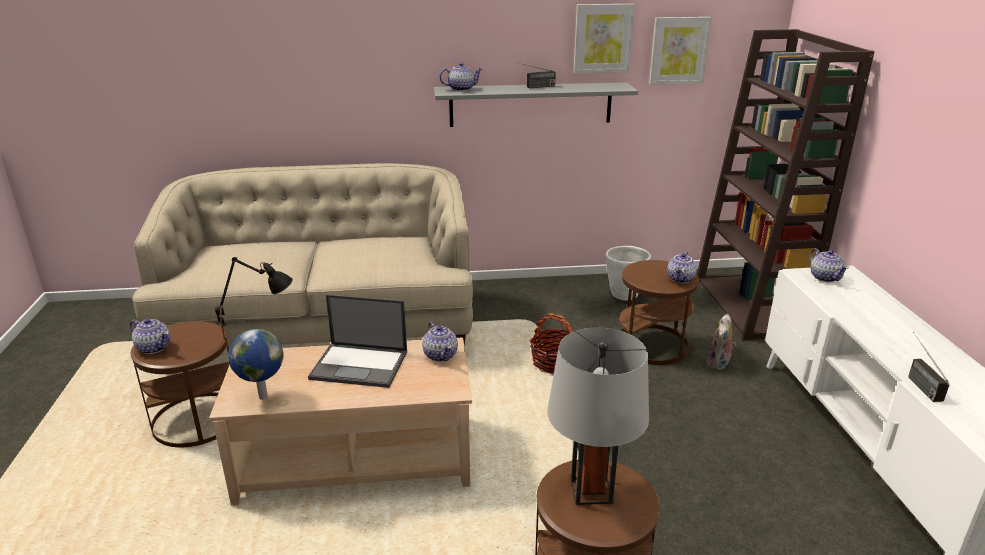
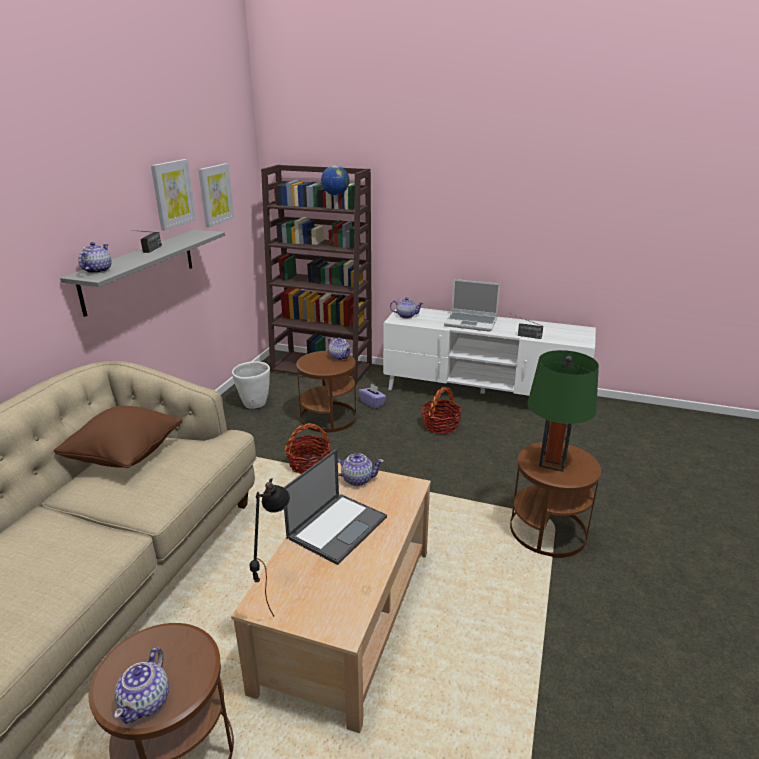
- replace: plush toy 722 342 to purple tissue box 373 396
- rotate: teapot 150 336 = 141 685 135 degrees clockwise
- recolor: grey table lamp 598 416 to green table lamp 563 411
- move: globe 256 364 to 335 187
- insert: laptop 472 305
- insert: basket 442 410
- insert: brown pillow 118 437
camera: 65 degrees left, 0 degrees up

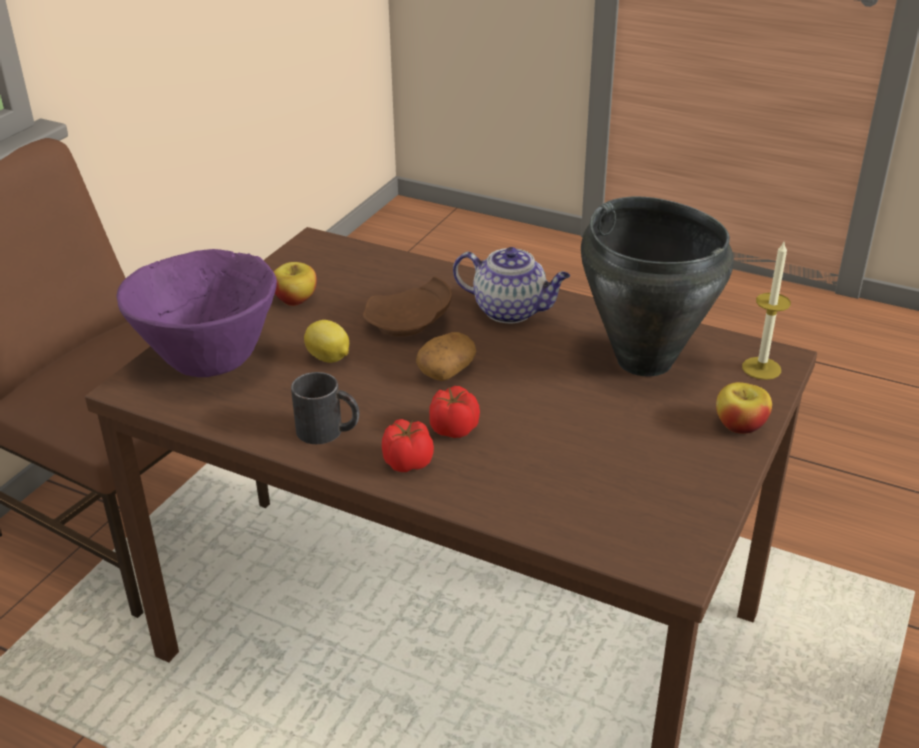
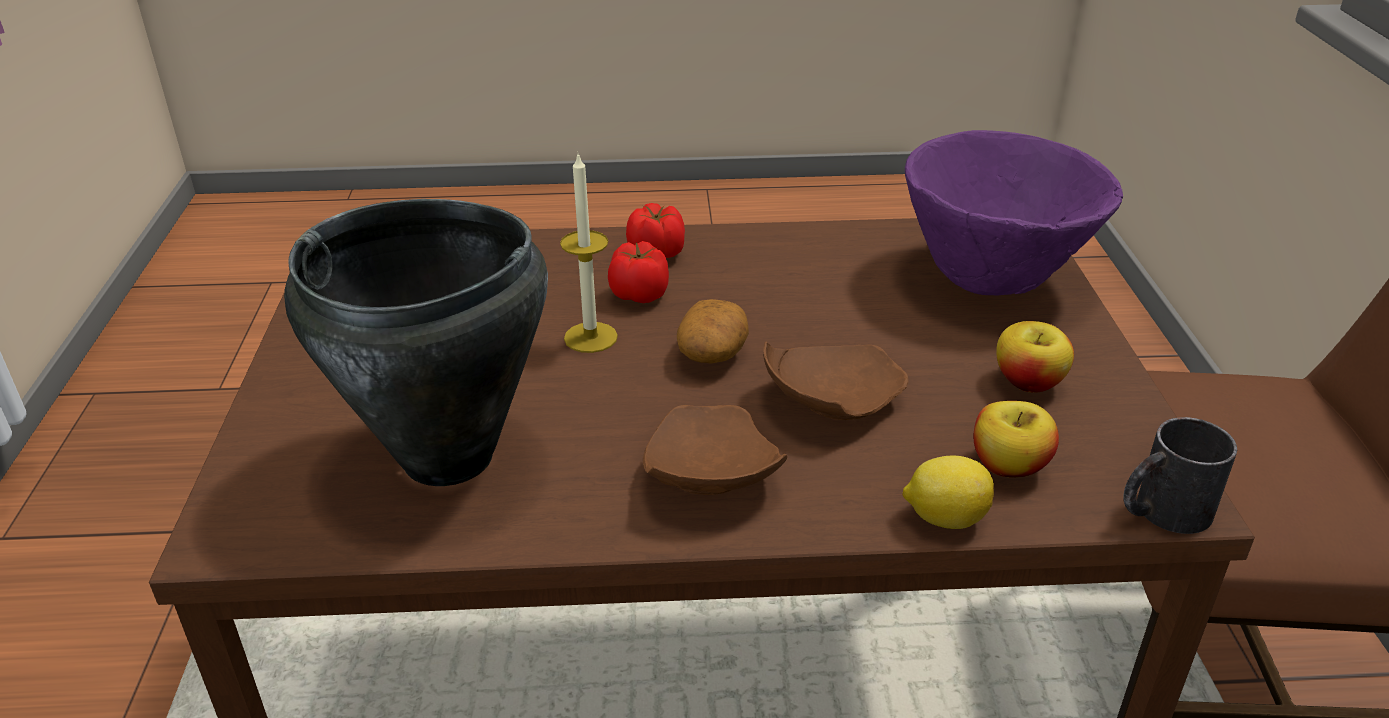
- move: candle 766 310 to 589 253
- replace: teapot 511 285 to brown plate 715 450
- move: lemon 326 341 to 948 492
- move: black mug 325 408 to 1180 475
- move: apple 744 408 to 1016 439
camera: 150 degrees right, 0 degrees up

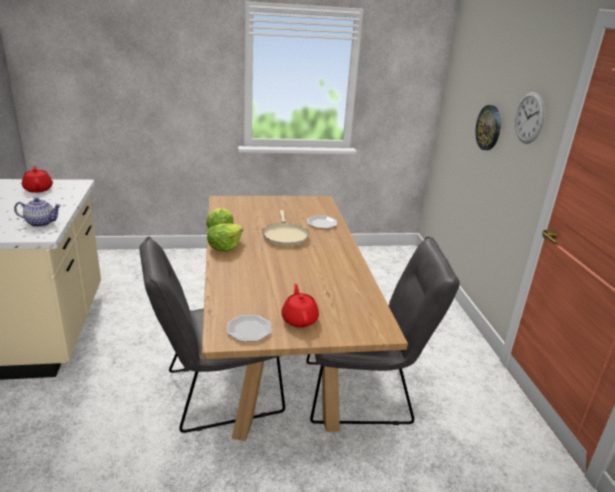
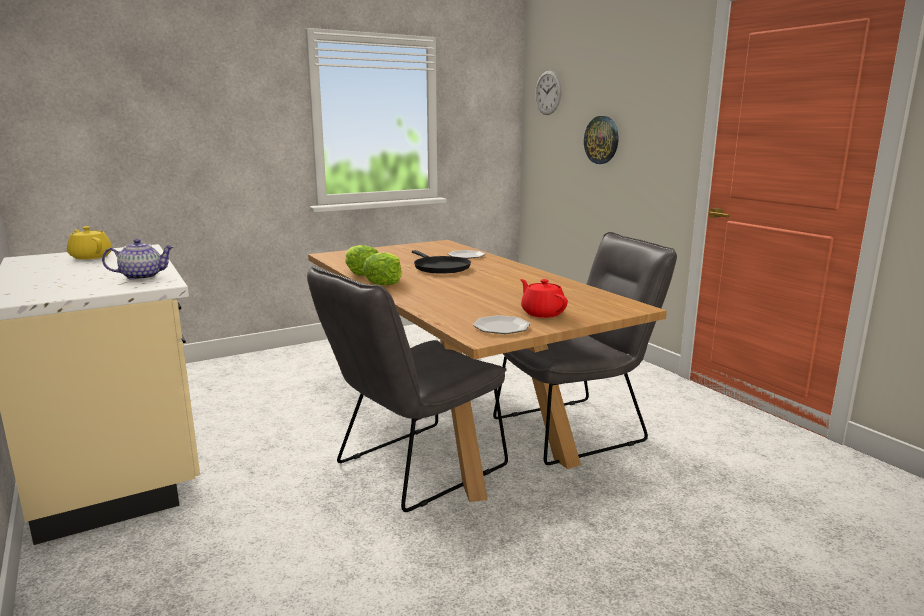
- move: wall clock 530 118 to 548 93
- recolor: red teapot 37 179 to yellow teapot 89 243
- recolor: beige frying pan 285 228 to black frying pan 441 262
camera: 20 degrees left, 10 degrees down

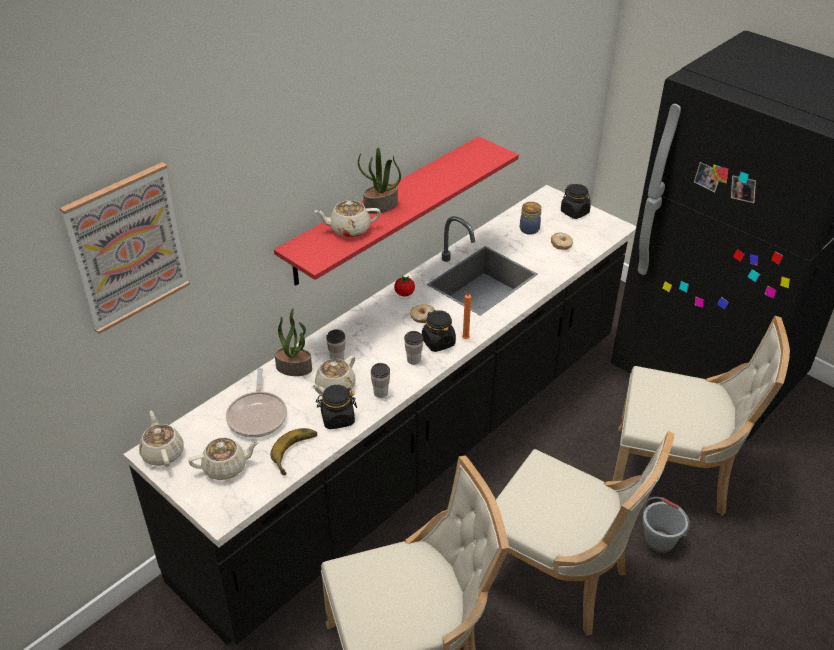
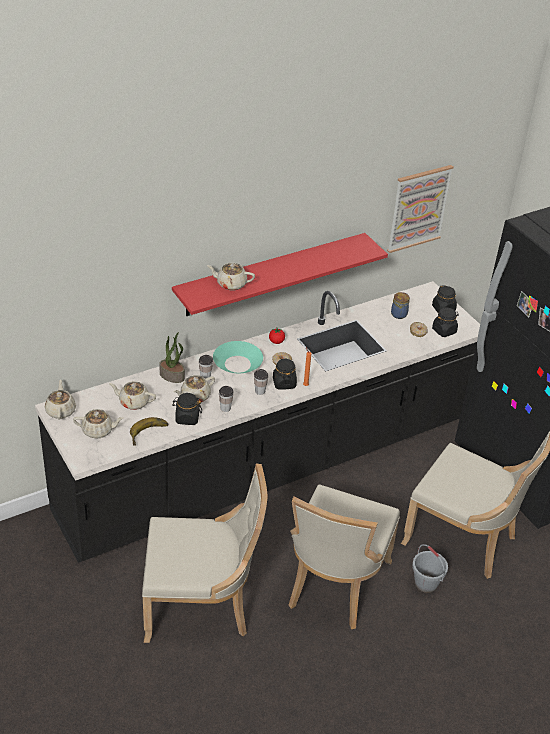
- delete: potted plant 379 180
- move: picture 125 248 to 420 209
- replace: frying pan 256 403 to beige teapot 132 395
- rotate: beige chair 585 533 = 344 556 60 degrees clockwise
- insert: black jar 445 322
- insert: turquoise bowl 238 357
camera: 15 degrees right, 0 degrees up

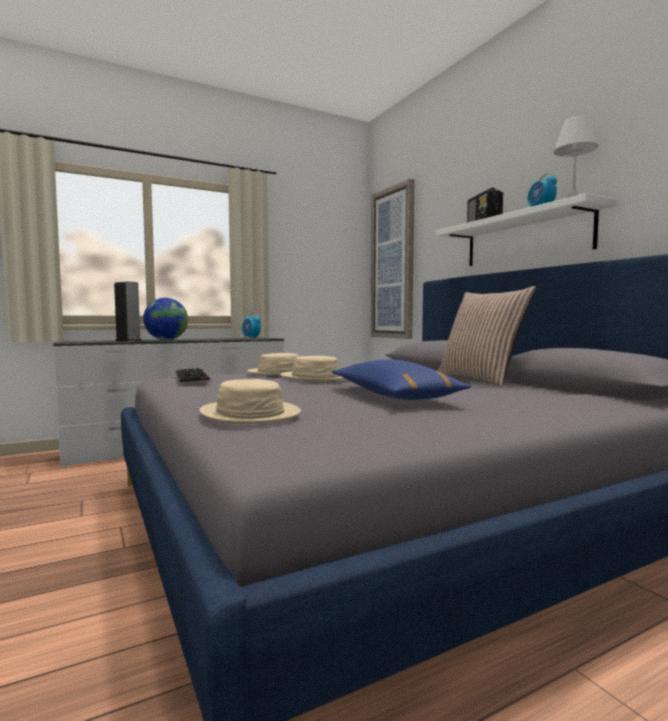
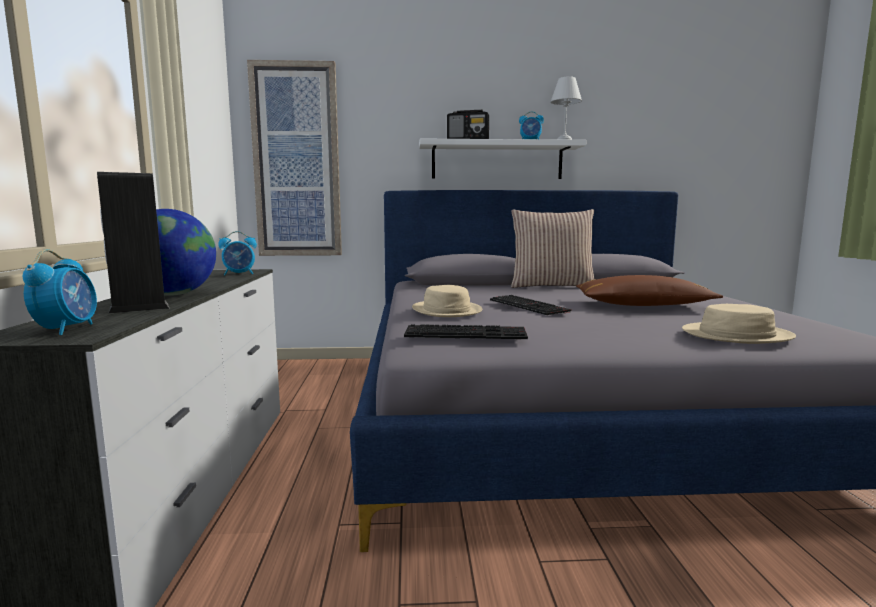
- replace: beige hat 312 368 to keyboard 530 305
- recolor: blue pillow 401 379 to brown pillow 649 290
- insert: alarm clock 60 292
camera: 65 degrees left, 5 degrees up

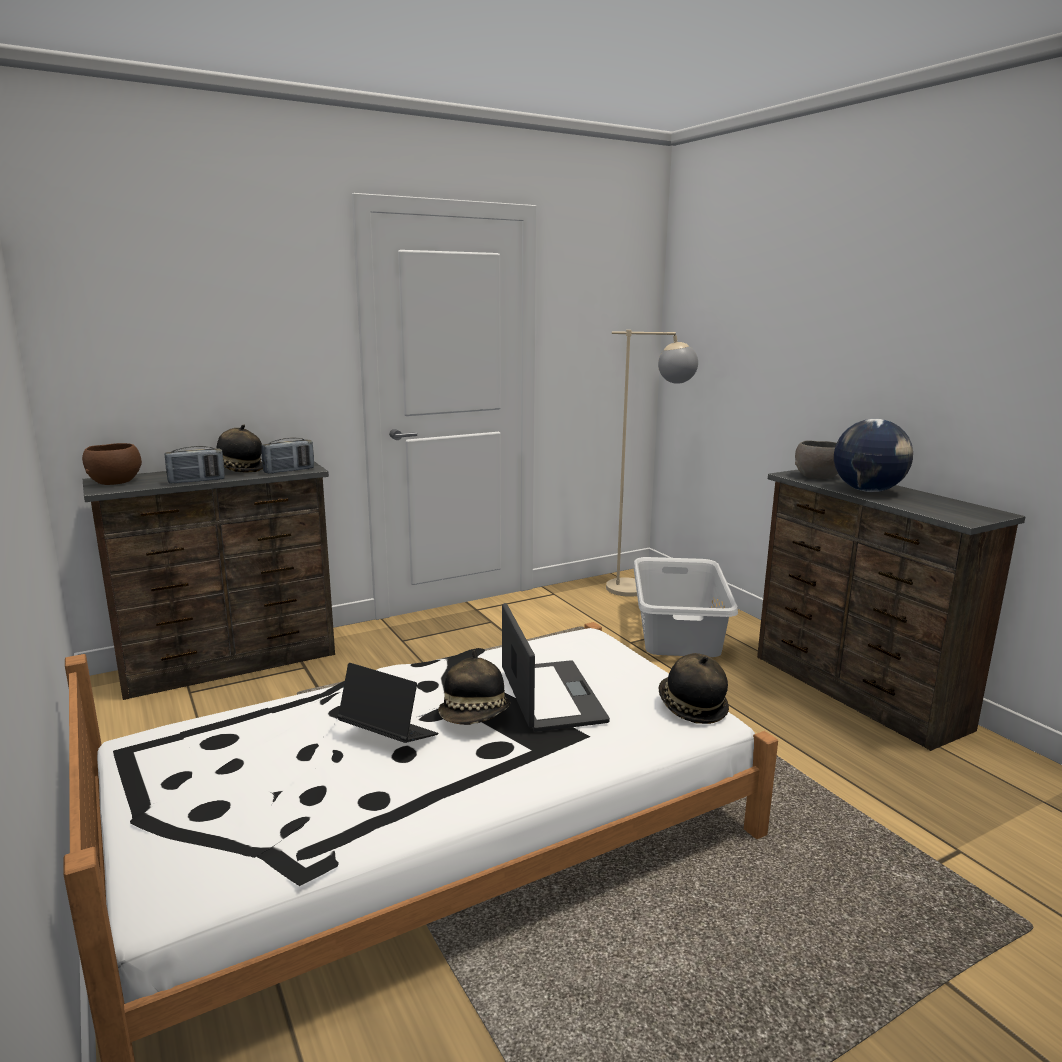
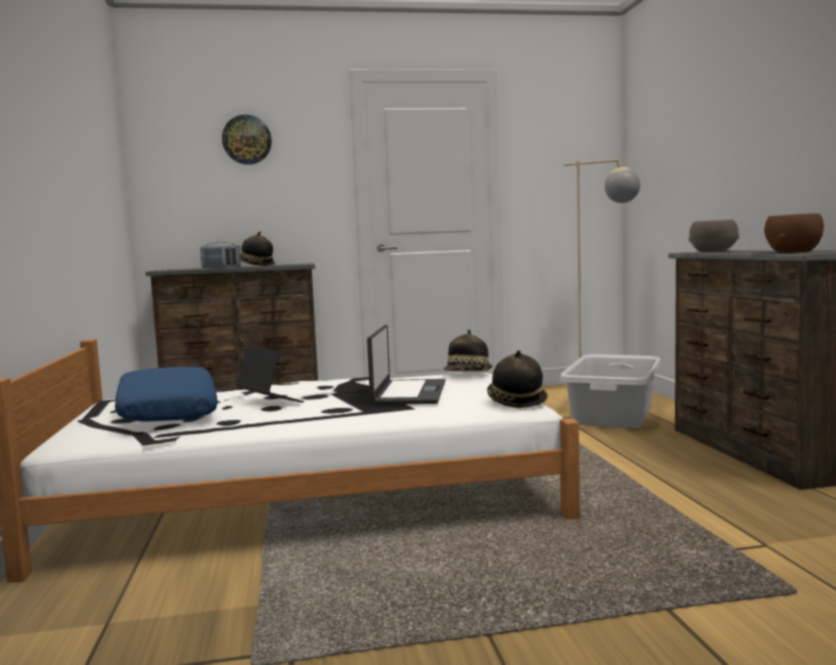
- delete: globe 873 455
- delete: radio 287 456
- move: brown bowl 112 464 to 794 232
- move: hat 474 687 to 468 350
- insert: wall clock 247 140
- insert: blue pillow 166 394
camera: 20 degrees right, 10 degrees down

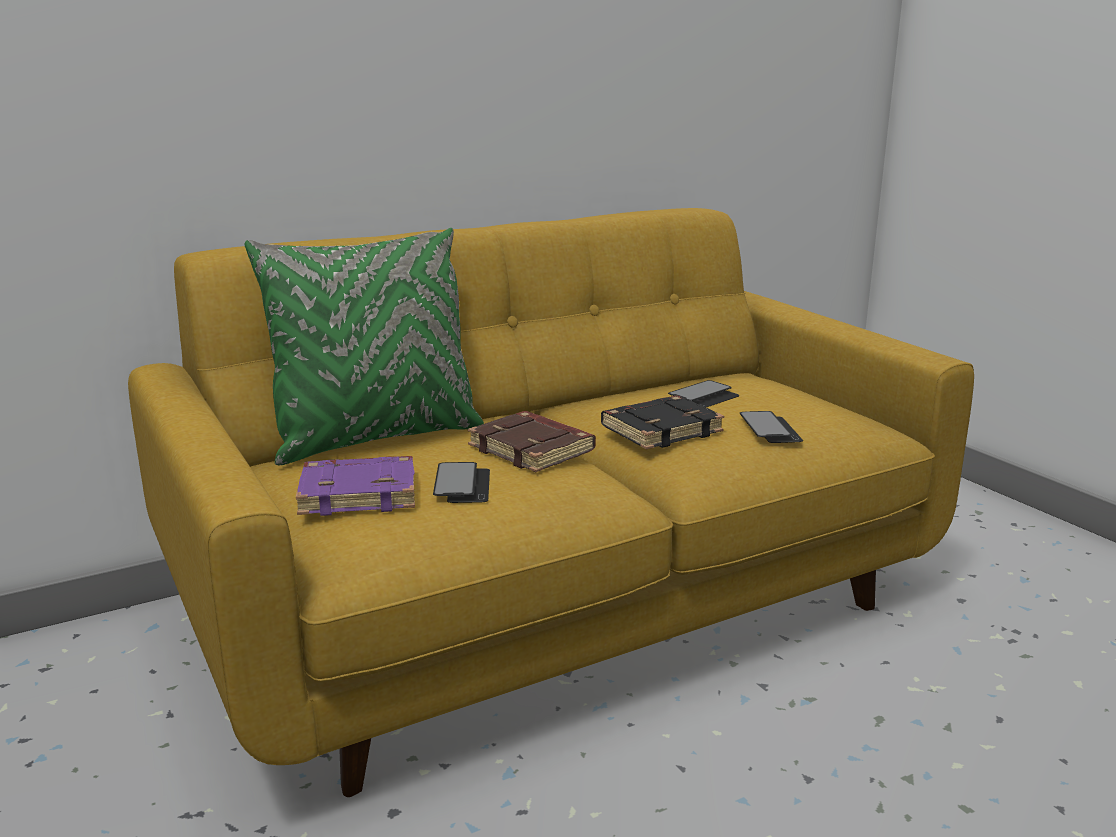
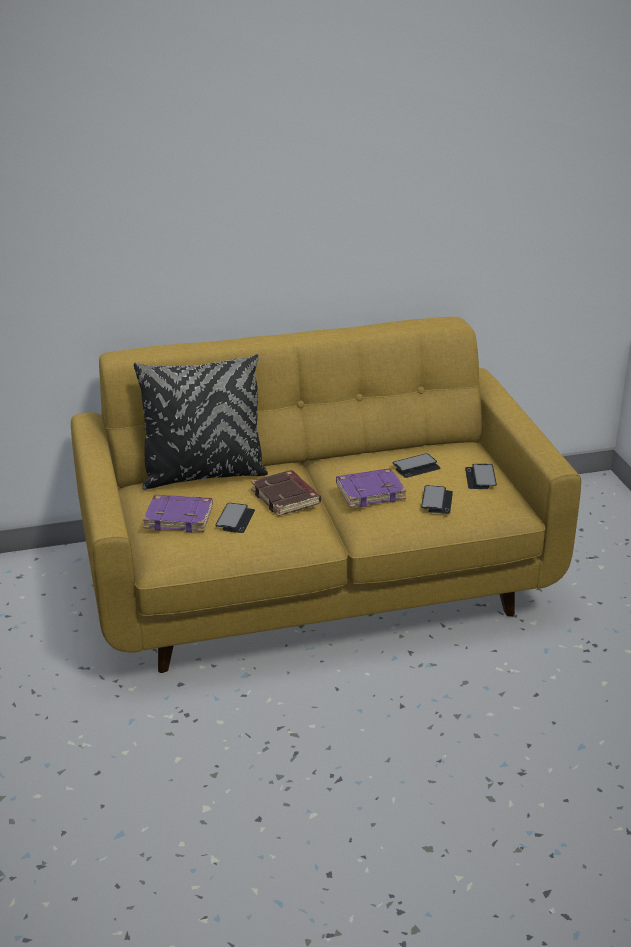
- recolor: green pillow 364 346 to black pillow 201 422
- recolor: black book 662 423 to purple book 371 488
- insert: phone 481 476
camera: 15 degrees right, 10 degrees up

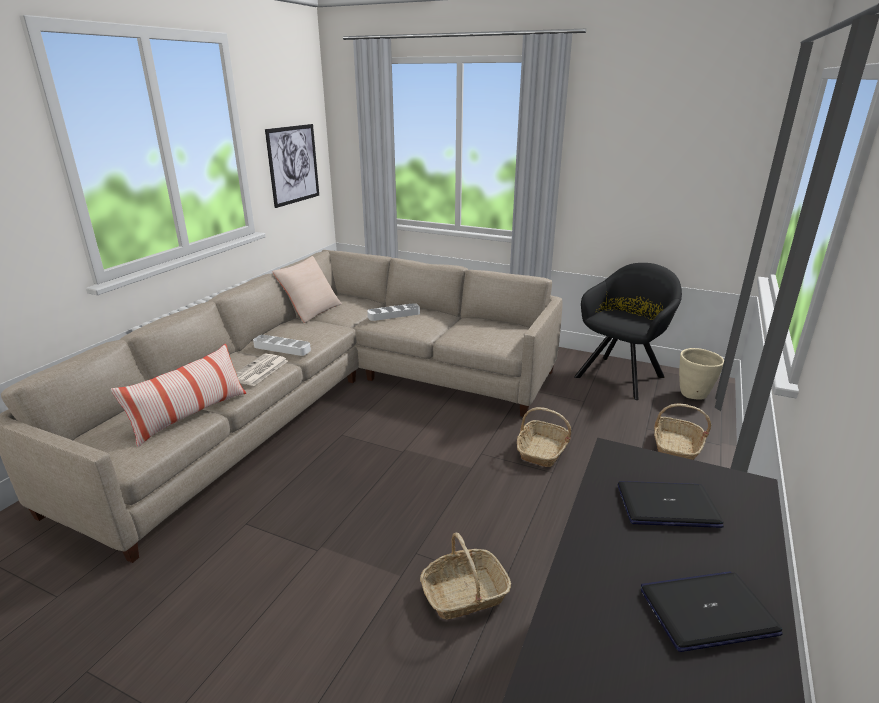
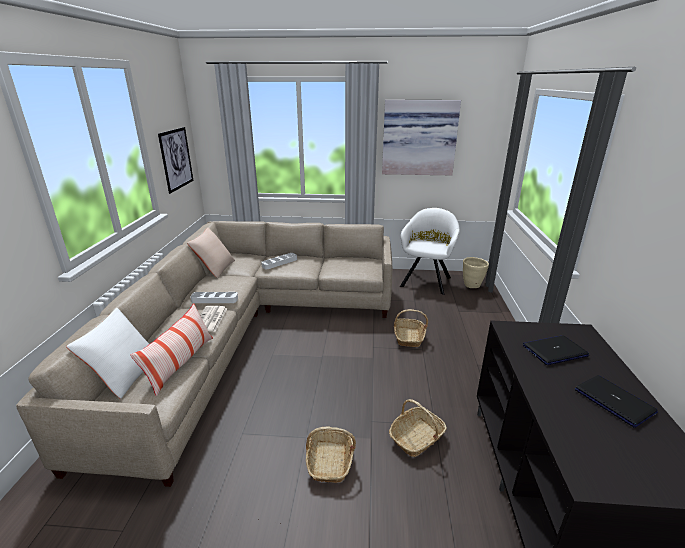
- recolor: black armchair 628 331 to white armchair 430 251
- move: basket 682 432 to 331 455
- rotate: laptop 712 611 = 616 401 90 degrees clockwise
- insert: picture 421 137
- insert: white pillow 107 353
camera: 20 degrees left, 0 degrees up

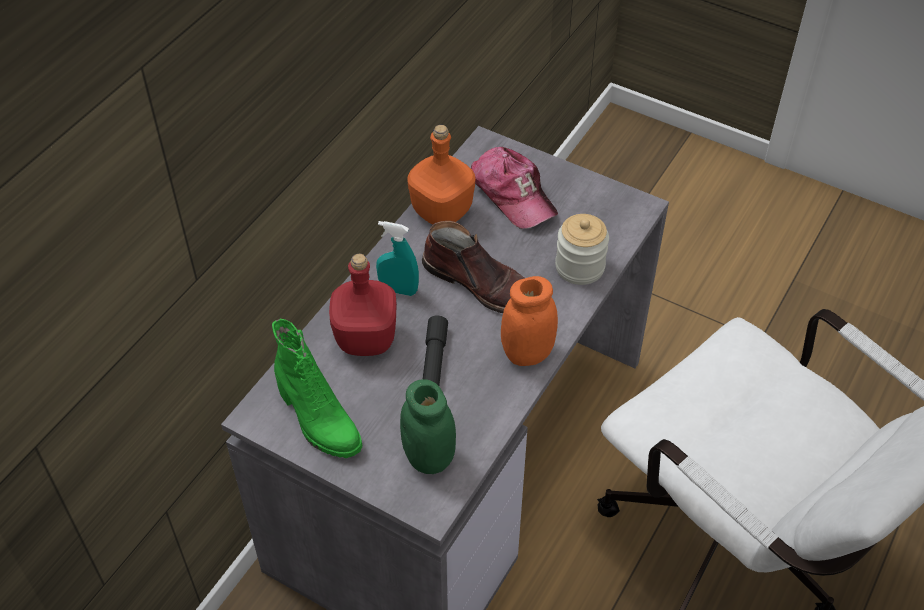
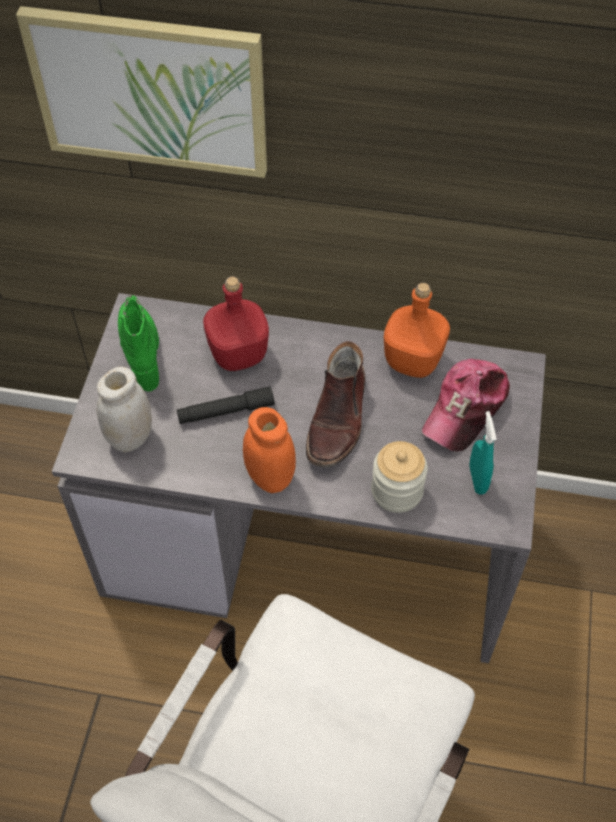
- move: turquoise spray bottle 397 258 to 483 453
- rotate: green boot 317 388 = 138 343 135 degrees clockwise
- recolor: green jar 428 426 to white jar 124 409
- insert: picture 141 92
camera: 70 degrees right, 5 degrees up

